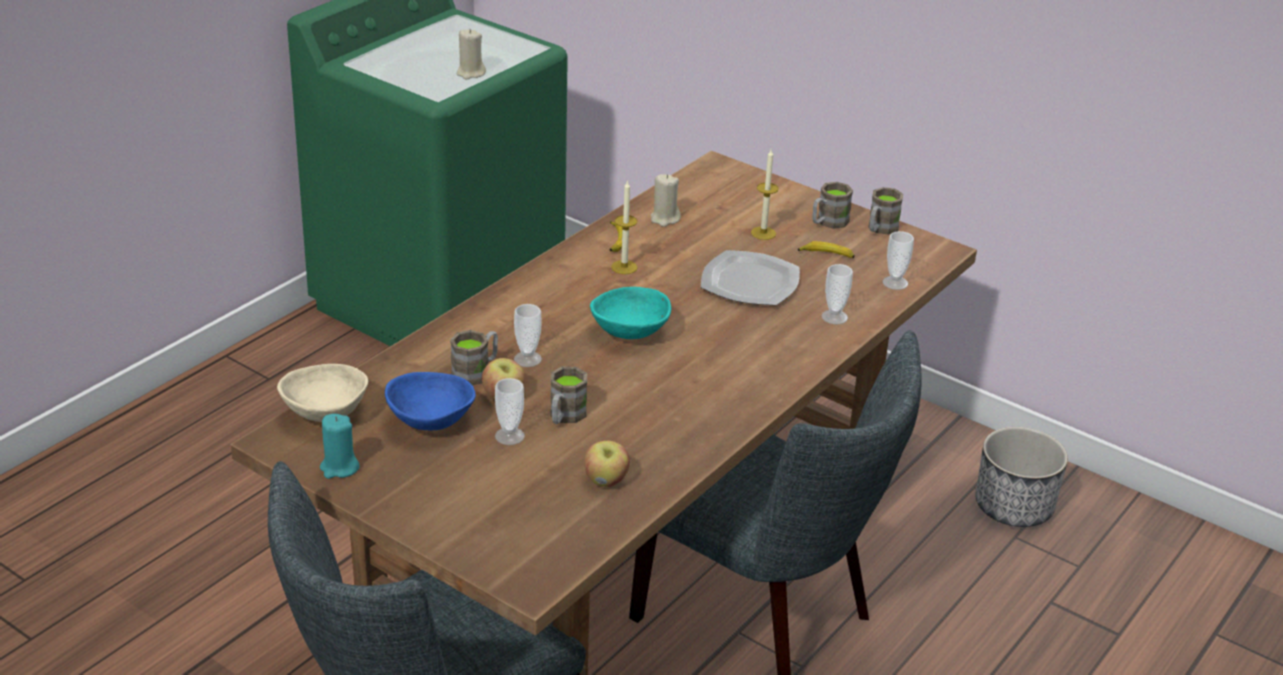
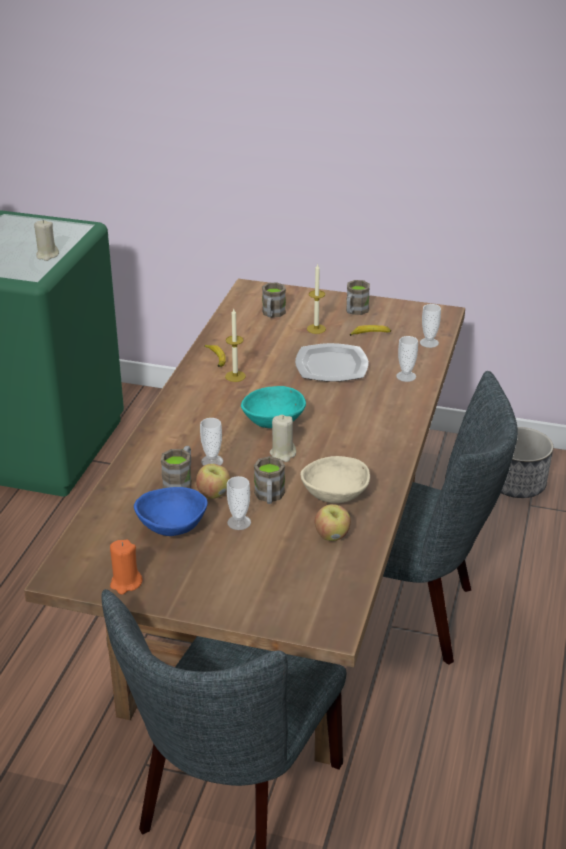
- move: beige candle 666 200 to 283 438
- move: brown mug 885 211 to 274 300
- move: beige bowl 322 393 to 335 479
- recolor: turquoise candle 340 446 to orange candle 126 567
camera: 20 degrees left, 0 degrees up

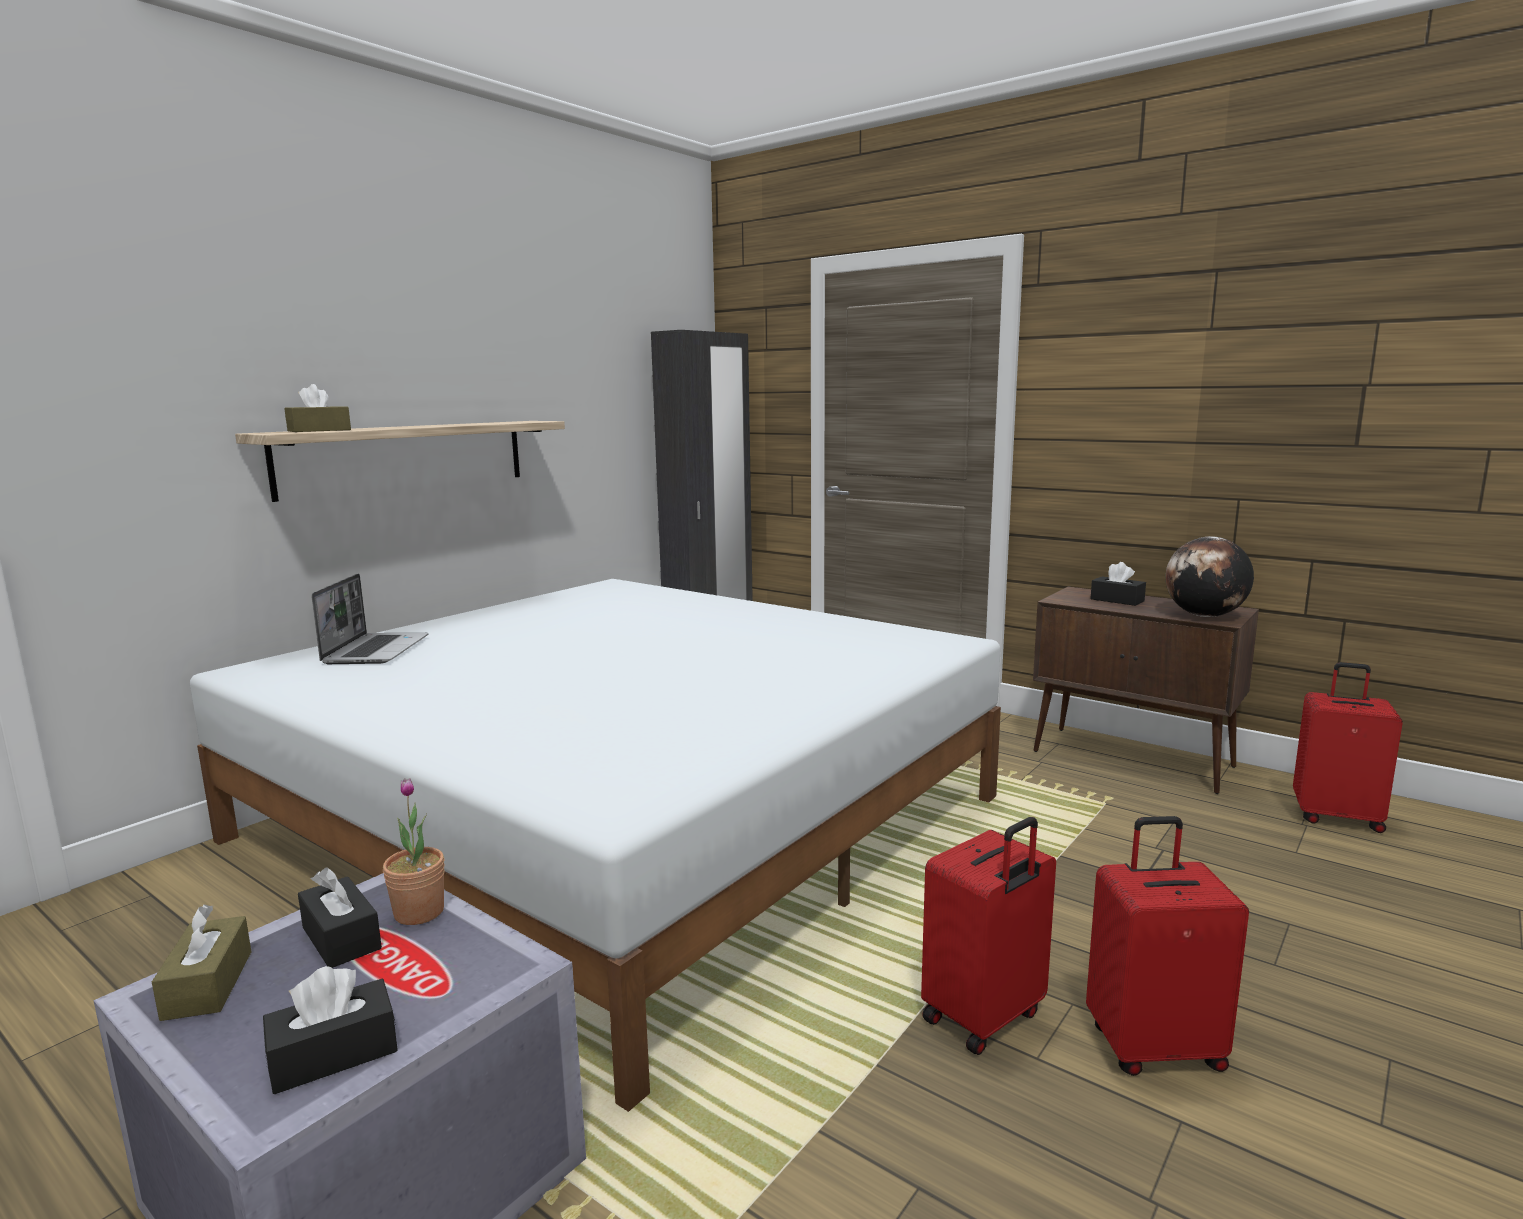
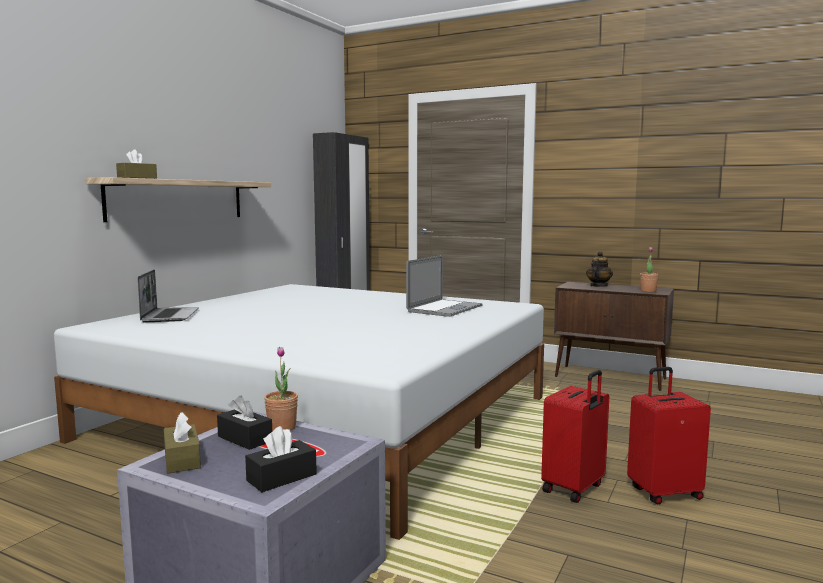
- replace: globe 1210 576 to potted plant 649 269
- replace: black tissue box 1118 584 to teapot 599 269
- delete: red suitcase 1348 747
- insert: laptop 444 286
camera: 10 degrees left, 5 degrees down

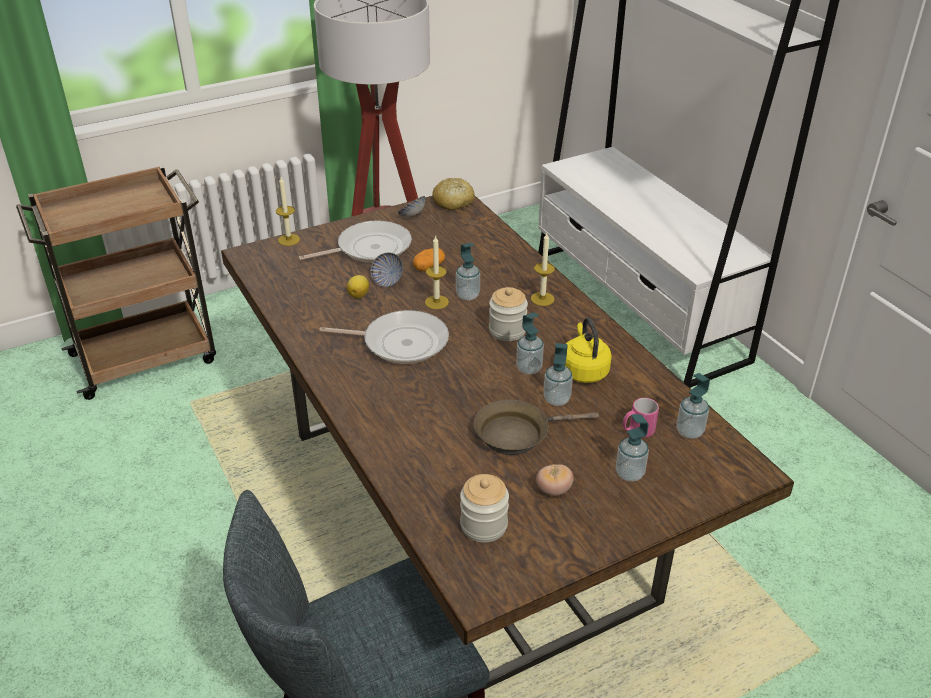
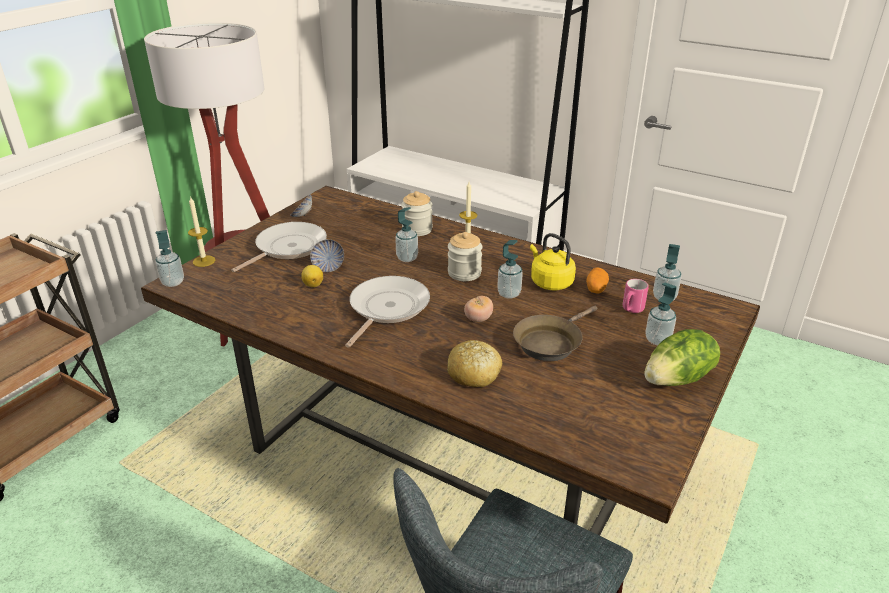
- move: bread 453 194 to 474 363
- delete: candle 437 272
- move: potato 429 259 to 597 280
- rotate: frying pan 384 337 = 387 312 45 degrees counterclockwise
- move: soap dispenser 558 374 to 169 258
- move: tomato 555 480 to 478 309
- move: jar 484 508 to 417 213
- insert: lettuce 682 357
camera: 30 degrees left, 5 degrees down

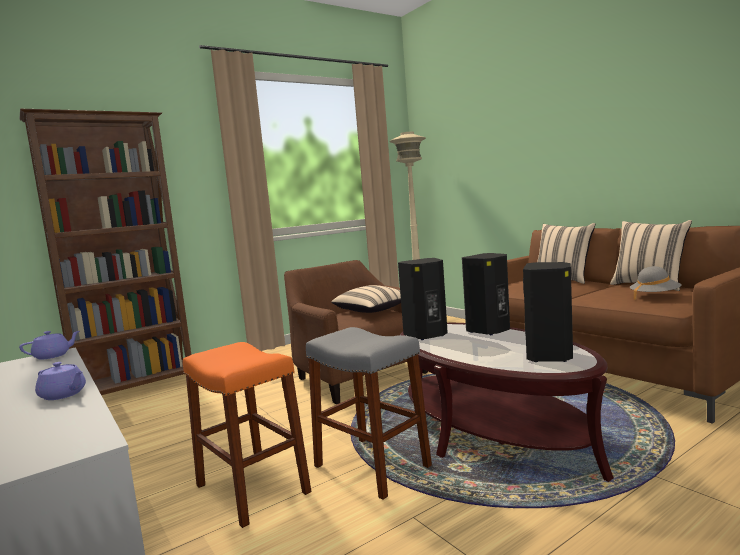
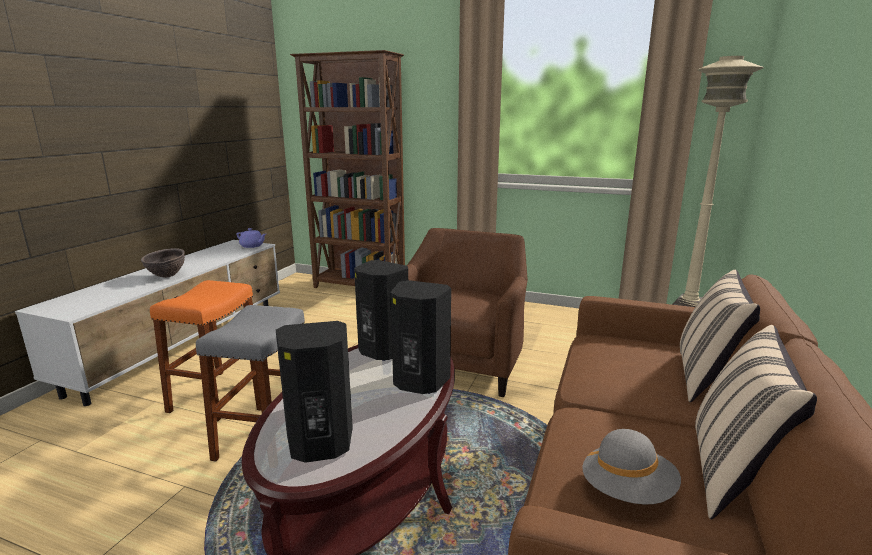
- delete: beige pillow 366 299
- replace: purple teapot 60 381 to brown bowl 163 263
camera: 55 degrees right, 10 degrees up

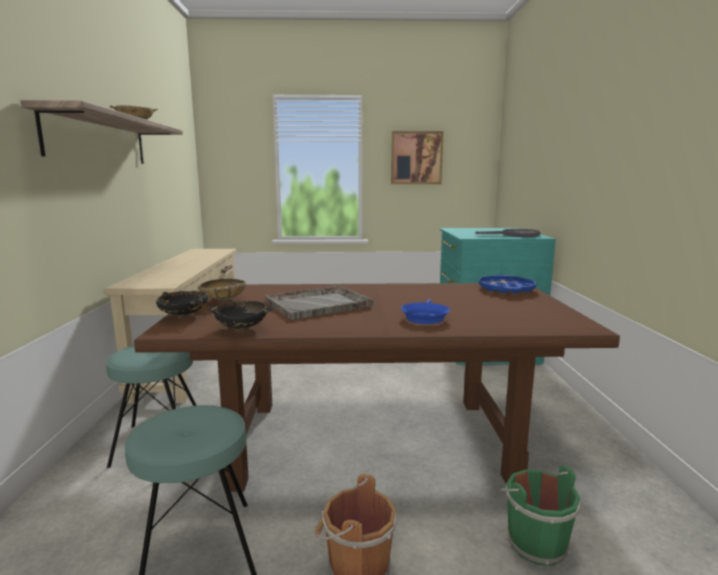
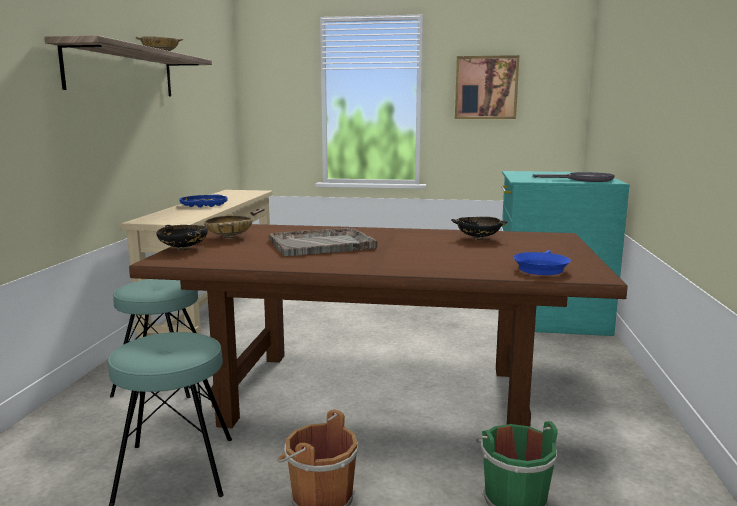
- move: blue tray 507 284 to 203 201
- move: blue frying pan 425 311 to 542 262
- move: black bowl 240 316 to 479 228
camera: 10 degrees right, 0 degrees up

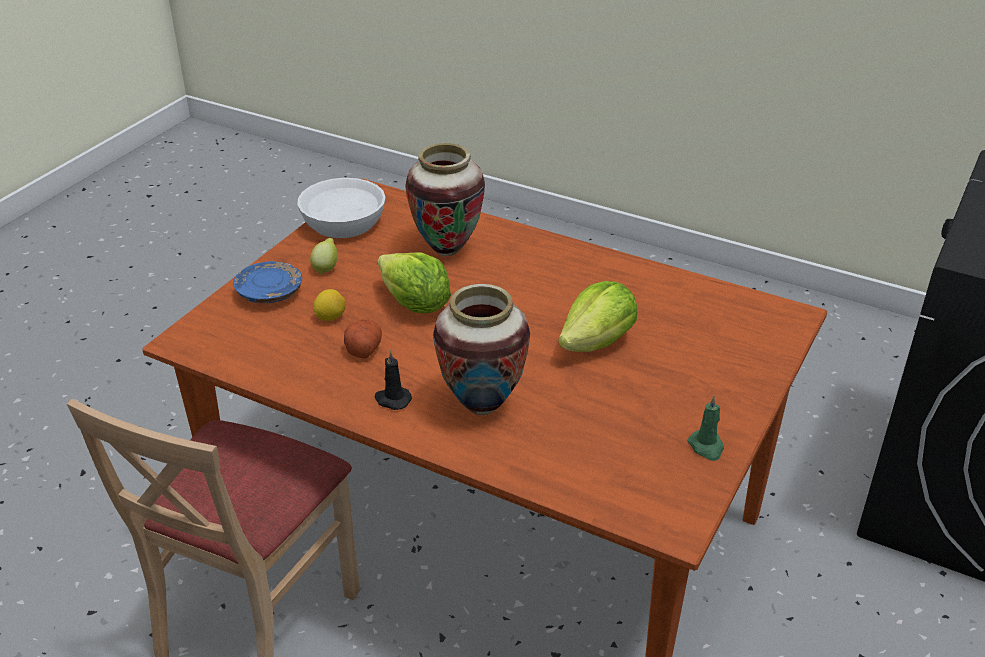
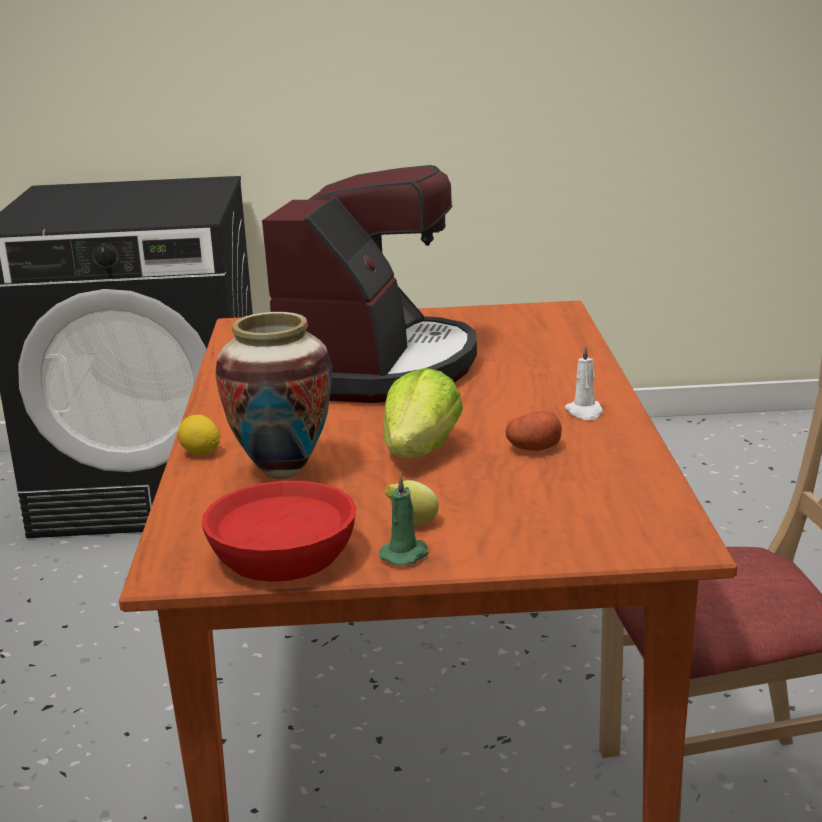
- recolor: white bowl 341 208 to red bowl 279 531
- delete: blue plate 267 282
- replace: lettuce 597 316 to coffee machine 369 284
- delete: vase 481 349
- move: lemon 329 305 to 199 435
- recolor: black candle 393 380 to white candle 584 382
- move: green candle 706 428 to 403 520
camera: 120 degrees left, 15 degrees down

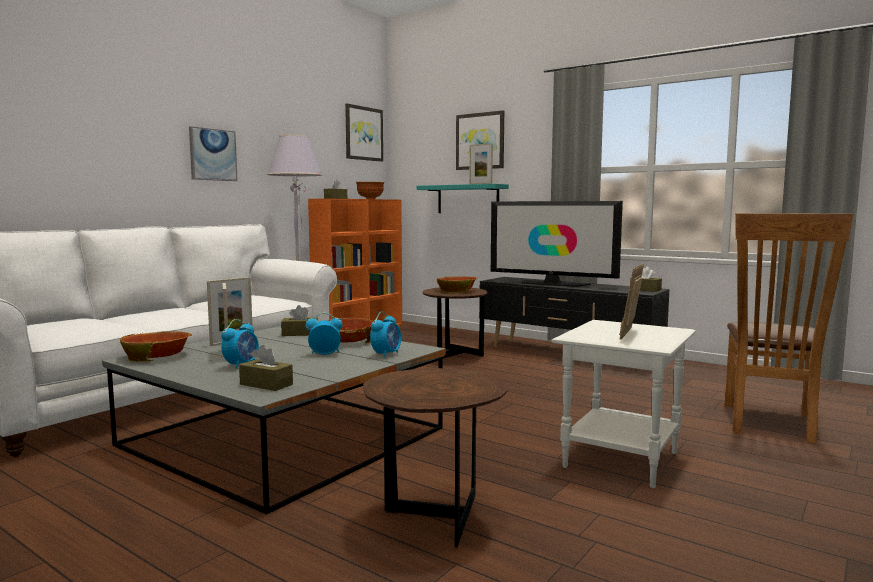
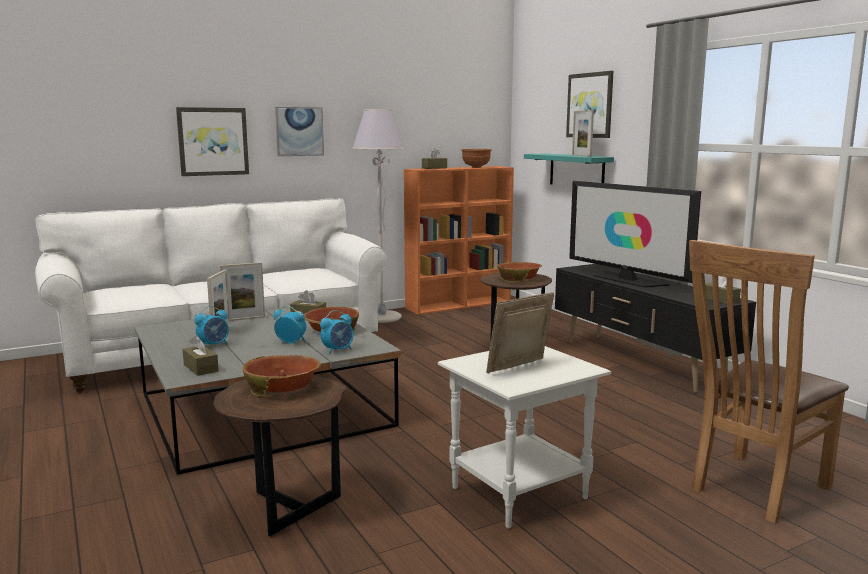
- move: picture 364 132 to 212 141
- move: bowl 155 346 to 282 375
camera: 25 degrees right, 5 degrees up

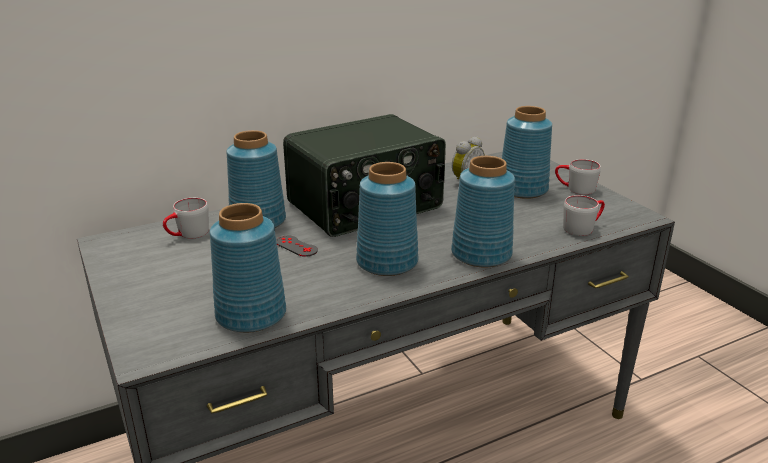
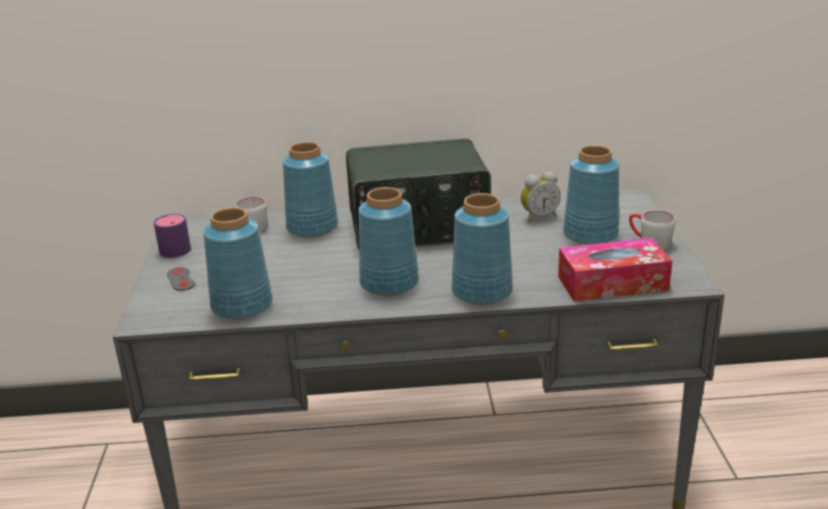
- replace: grey mug 584 215 to tissue box 615 270
- move: grey game controller 297 246 to 181 279
- insert: purple mug 172 236
camera: 25 degrees right, 0 degrees up

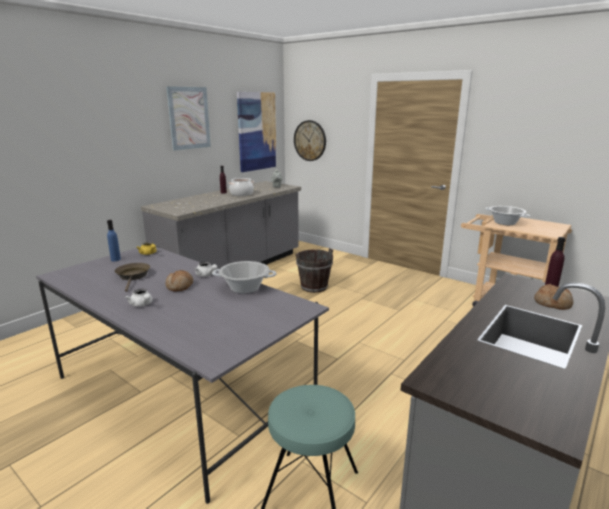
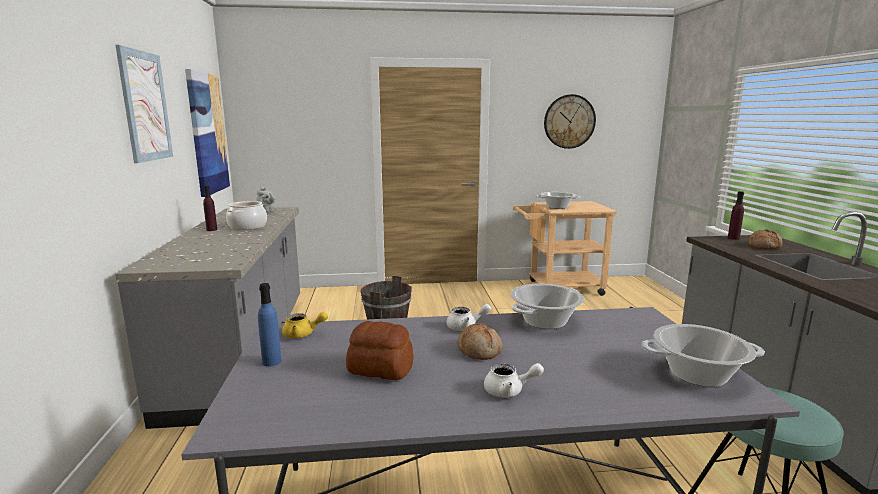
- move: wall clock 310 140 to 570 121
- replace: brown frying pan 132 277 to bread 379 350
- insert: cooking pot 703 355
camera: 45 degrees left, 5 degrees down

